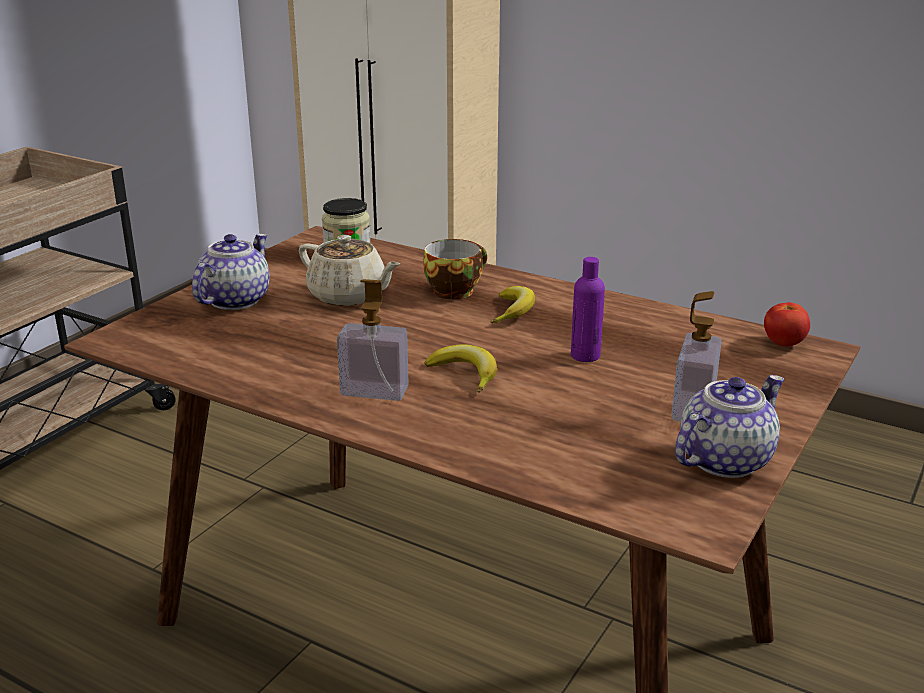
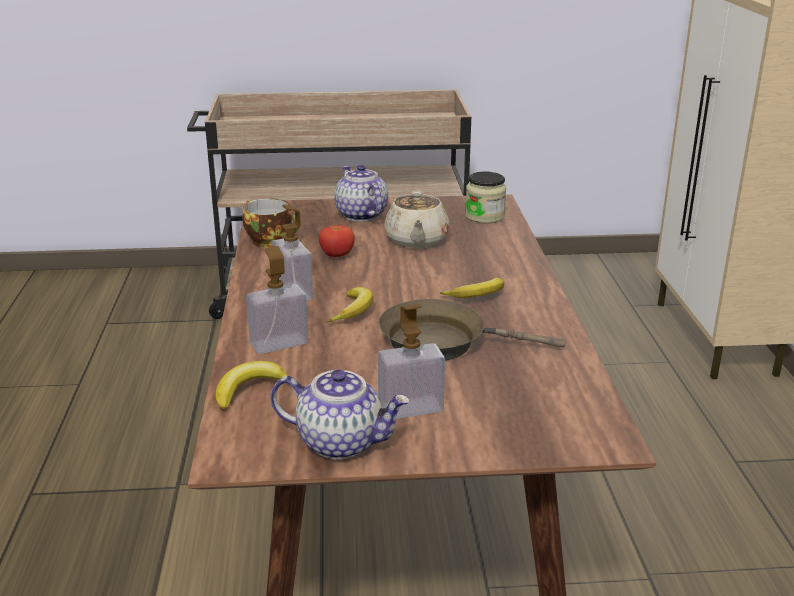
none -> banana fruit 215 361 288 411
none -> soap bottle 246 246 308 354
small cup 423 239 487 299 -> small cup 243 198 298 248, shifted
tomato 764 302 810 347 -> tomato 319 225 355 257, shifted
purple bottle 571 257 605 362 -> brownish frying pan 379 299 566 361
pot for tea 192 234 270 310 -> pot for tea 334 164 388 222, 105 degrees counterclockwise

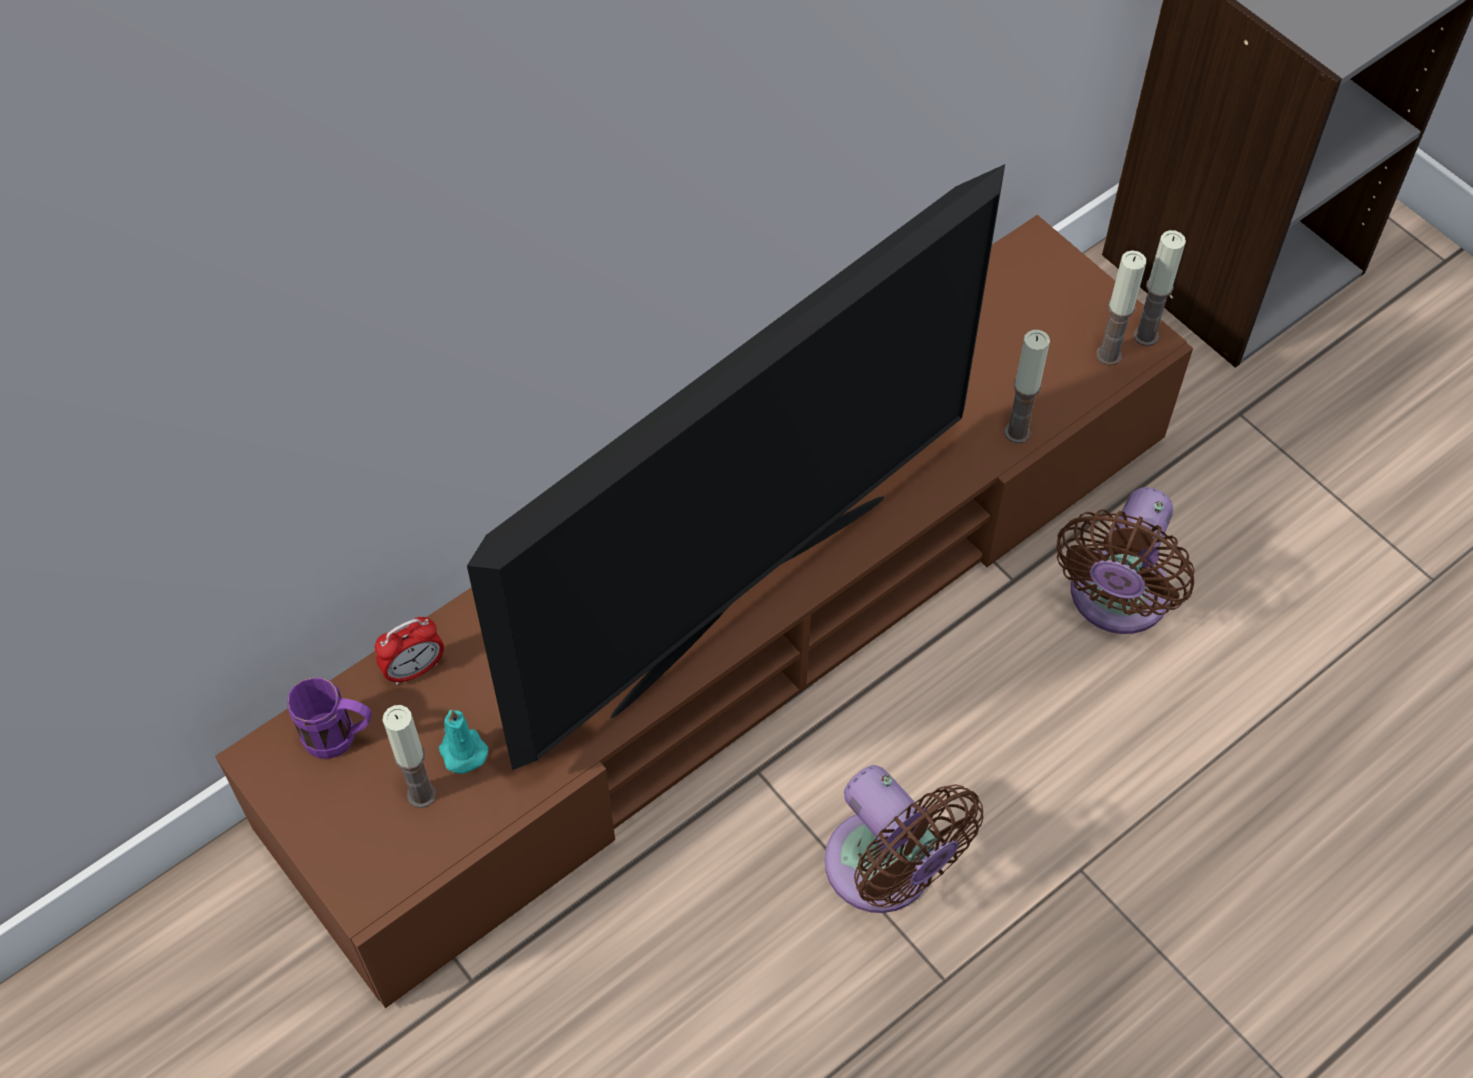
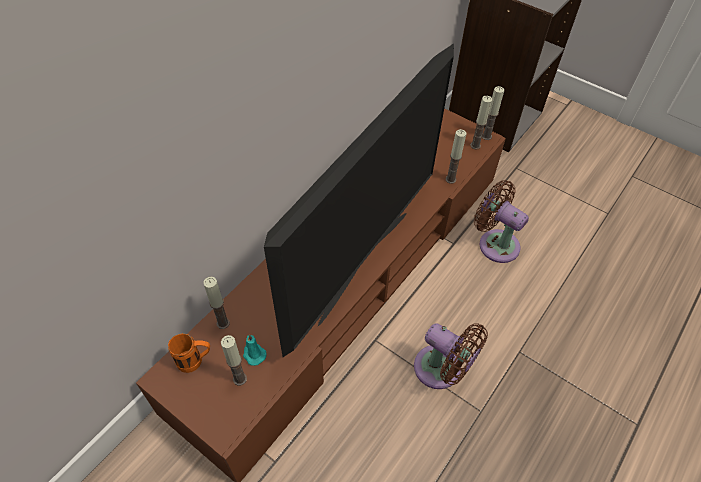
table clock 375 617 444 685 -> candle 203 277 230 329
purple mug 287 677 372 759 -> orange mug 168 333 210 373
brownish fan 1057 487 1195 634 -> brownish fan 474 180 529 263, 120 degrees clockwise

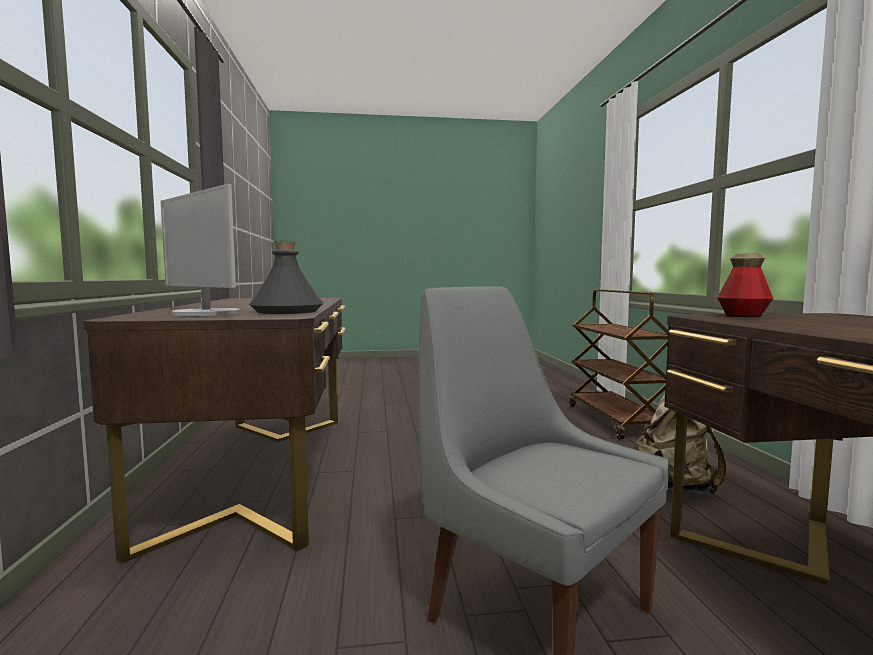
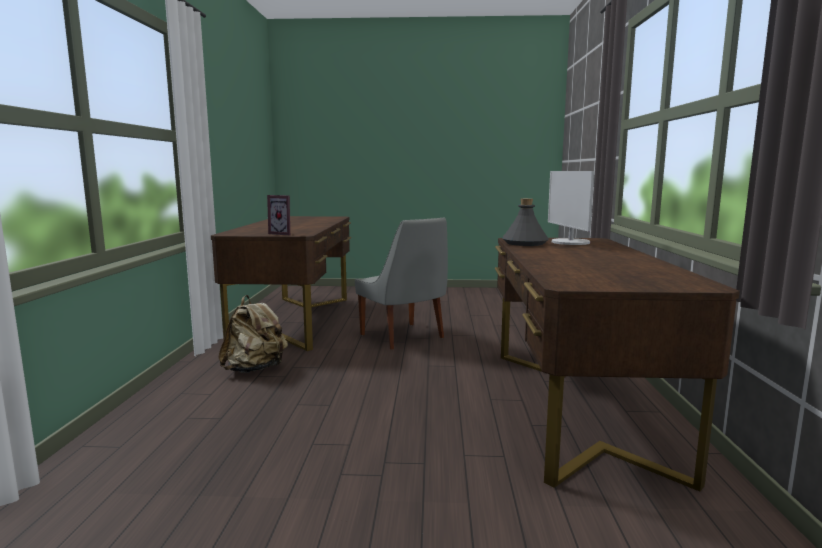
brownish trolley 569 289 668 440 -> none
bottle 717 253 773 317 -> standing frame 267 195 290 235
computer screen 161 184 240 316 -> computer screen 548 171 594 245, 150 degrees counterclockwise

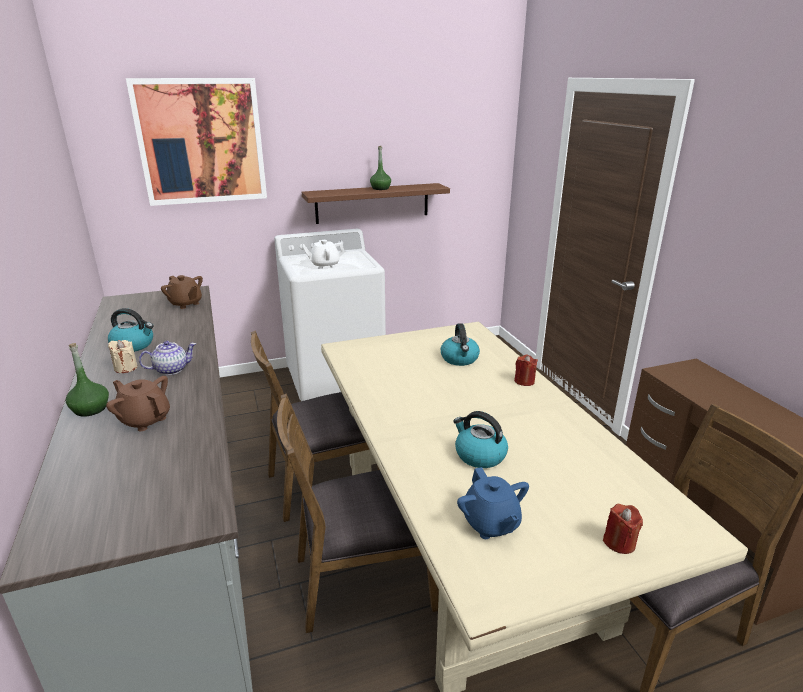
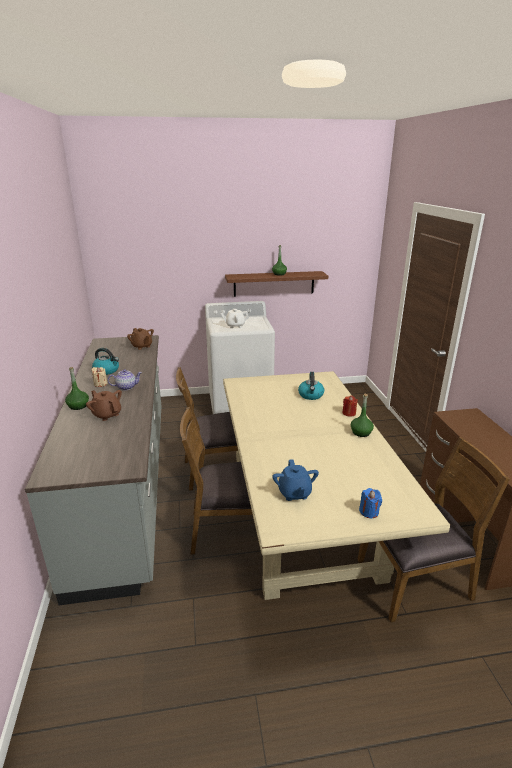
picture 126 78 267 206 -> none
water kettle 453 411 508 468 -> none
none -> green bottle 351 394 374 437
red candle 603 503 643 554 -> blue-coloured candle 359 488 382 518

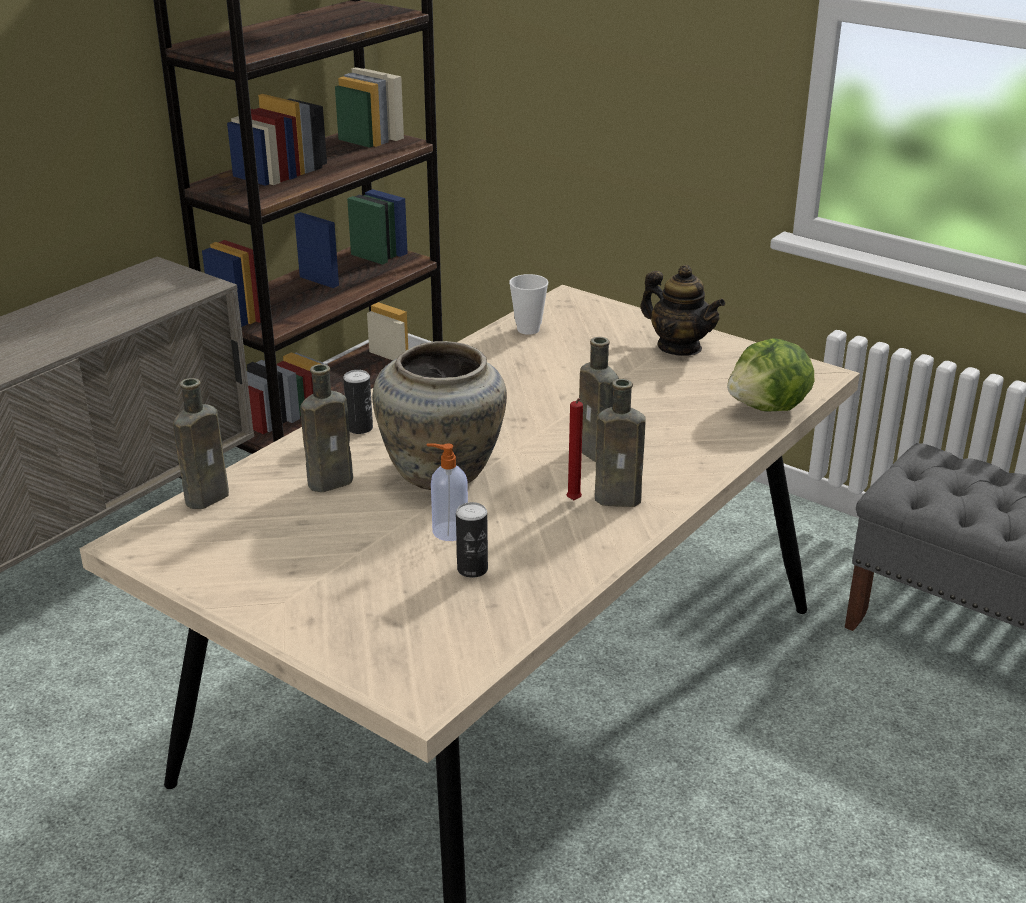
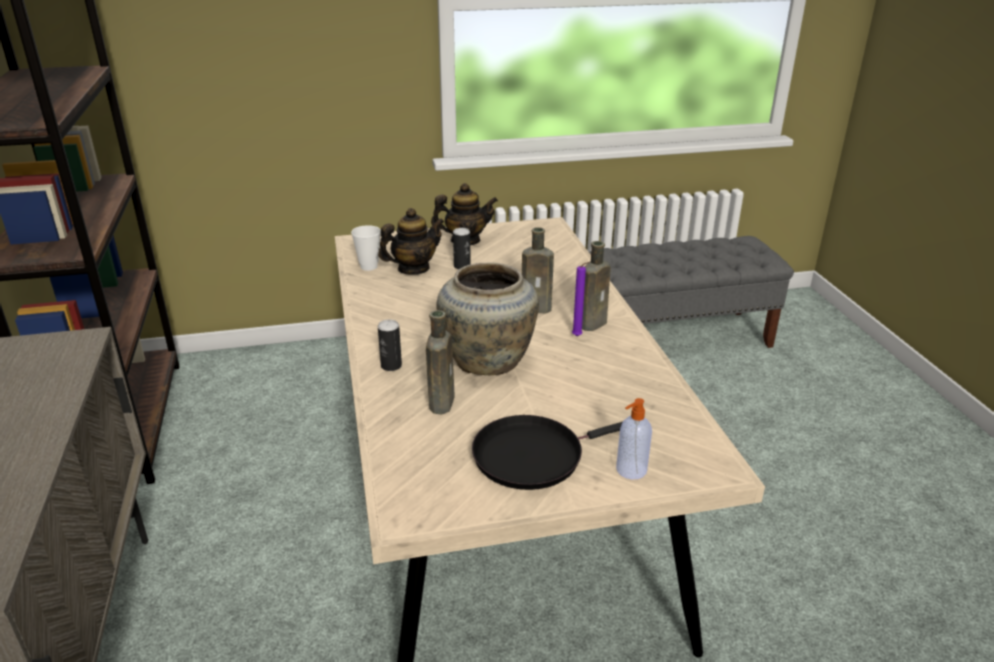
brownish bottle 173 378 229 509 -> none
lettuce head 727 338 814 412 -> none
none -> pot for tea 378 208 444 275
none -> blackish frying pan 472 415 622 490
soap bottle 427 443 468 541 -> soap bottle 616 398 652 479, shifted
can 456 502 488 578 -> can 453 228 471 269, shifted
red candle 567 398 583 500 -> purple candle 572 262 590 336

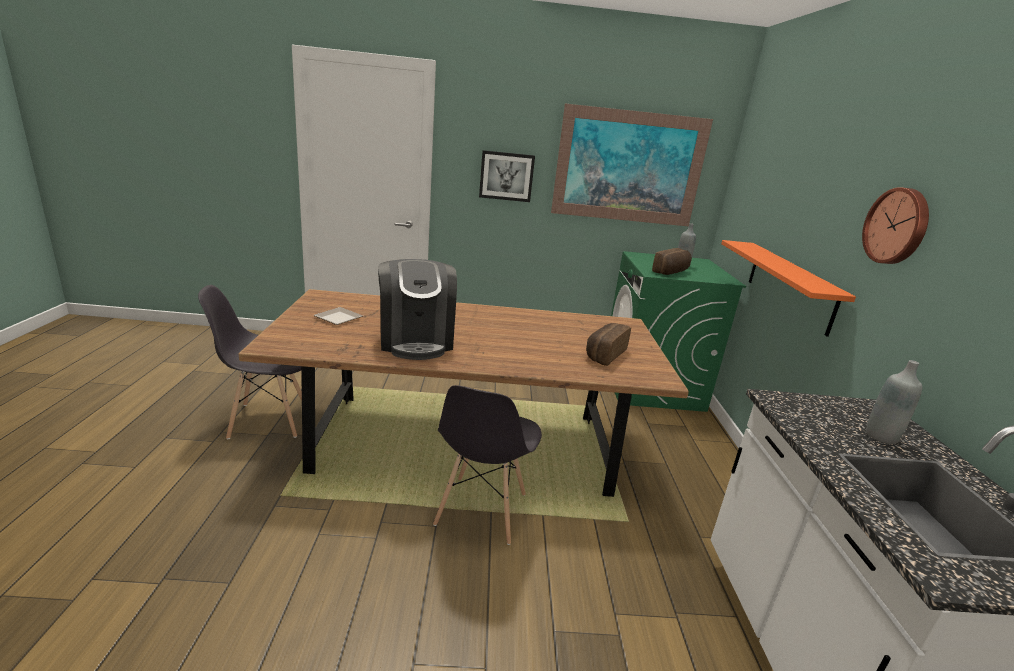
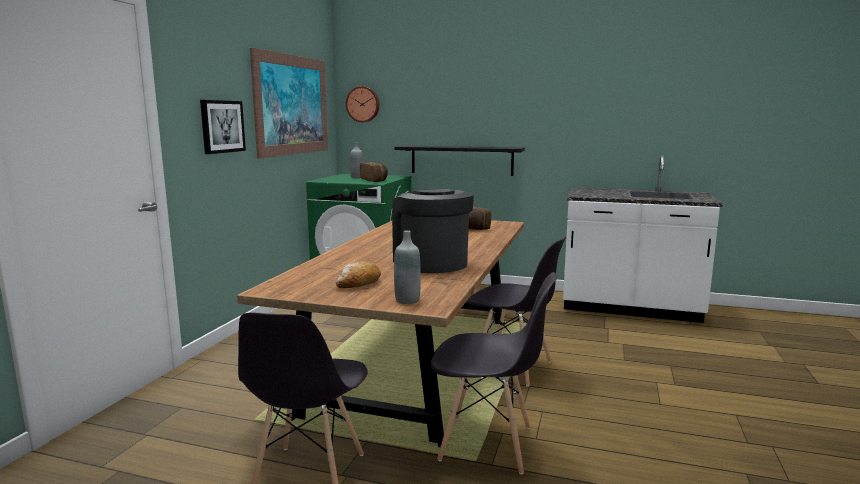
none -> grey upright chair 431 272 557 475
clock on the wall 862 187 929 264 -> clock on the wall 346 86 379 122, shifted
grey bottle 866 360 922 444 -> grey bottle 394 230 421 304, shifted
flat dish 314 307 363 325 -> baked bread 336 261 381 288
orange bracket shelf 721 240 856 337 -> blackish bracket shelf 394 145 525 176
coffee machine 378 259 457 360 -> coffee machine 392 189 474 273, 120 degrees counterclockwise

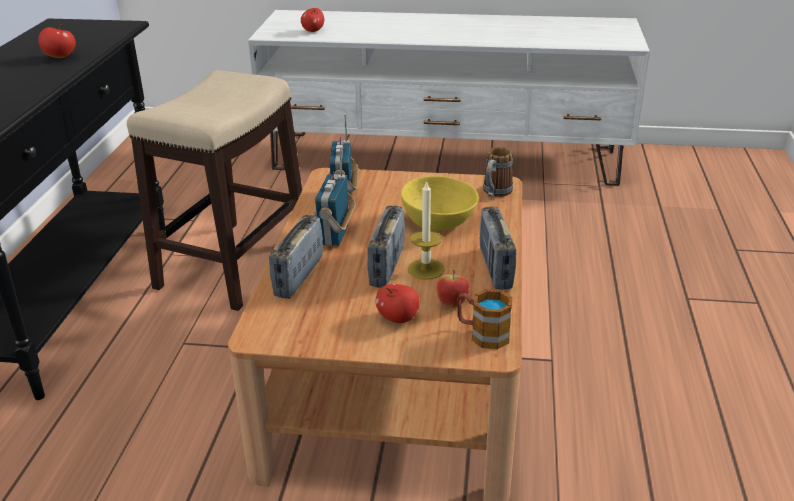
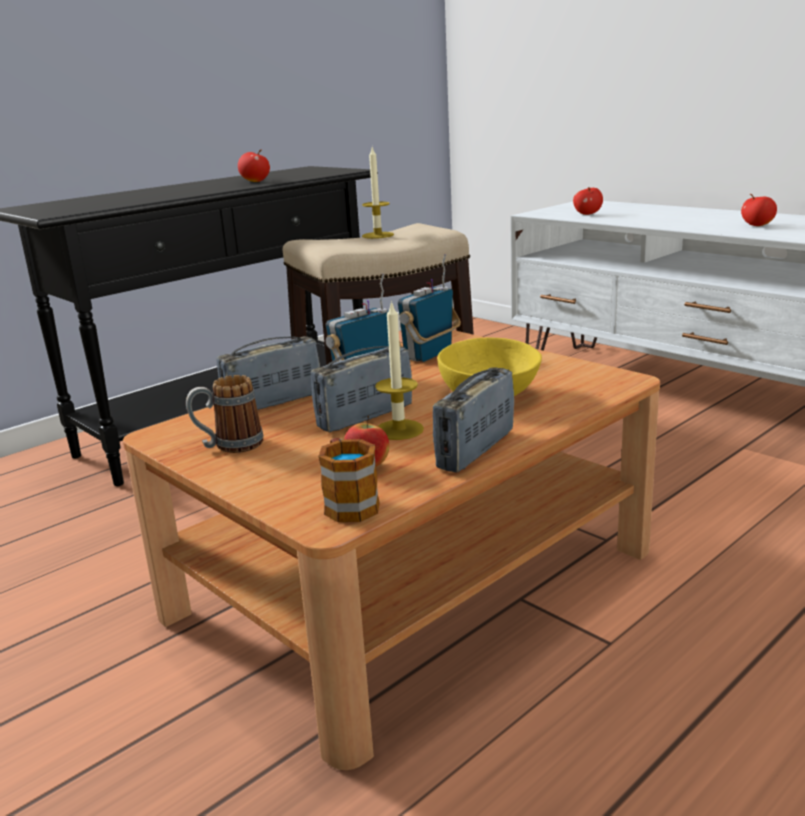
none -> candle 362 147 394 239
whole apple 376 284 420 323 -> whole apple 741 194 777 226, shifted
mug 483 147 513 197 -> mug 186 375 263 453, shifted

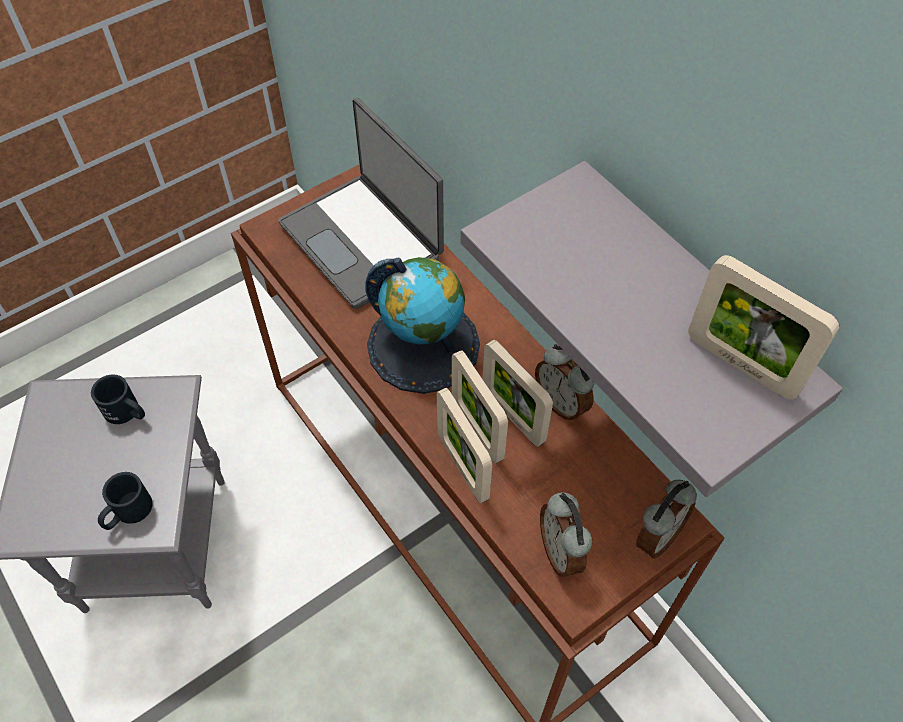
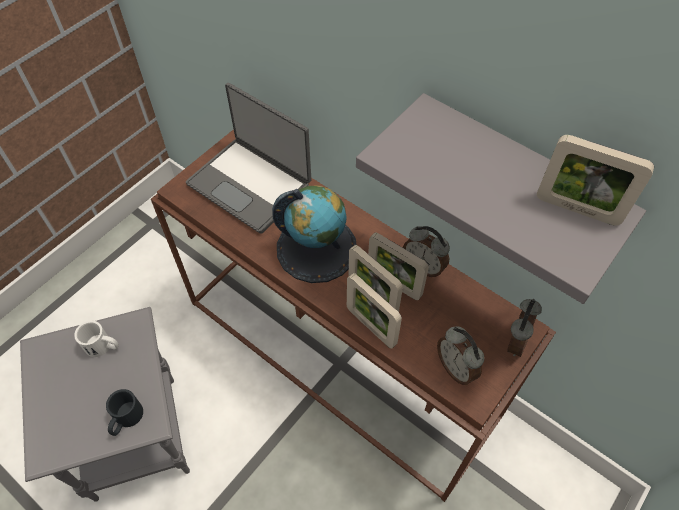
blackish mug 91 374 145 424 -> whitish mug 74 321 119 357

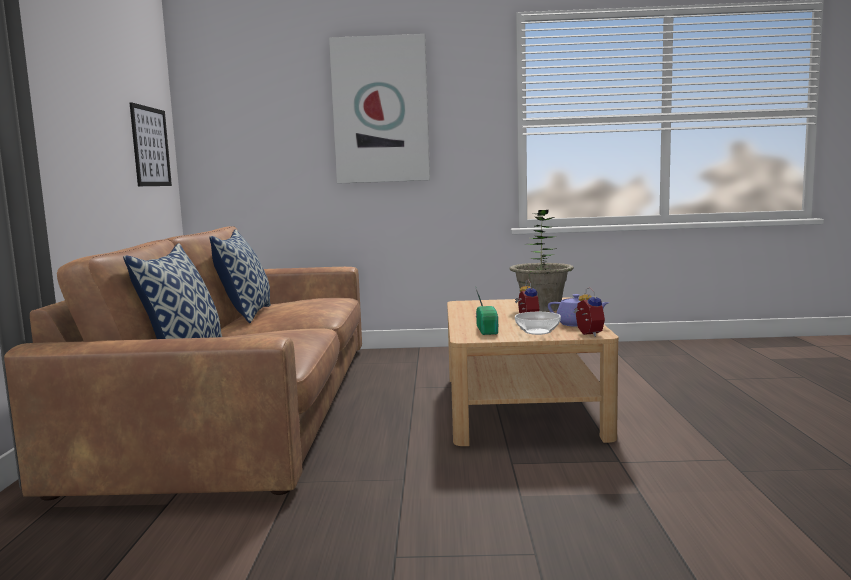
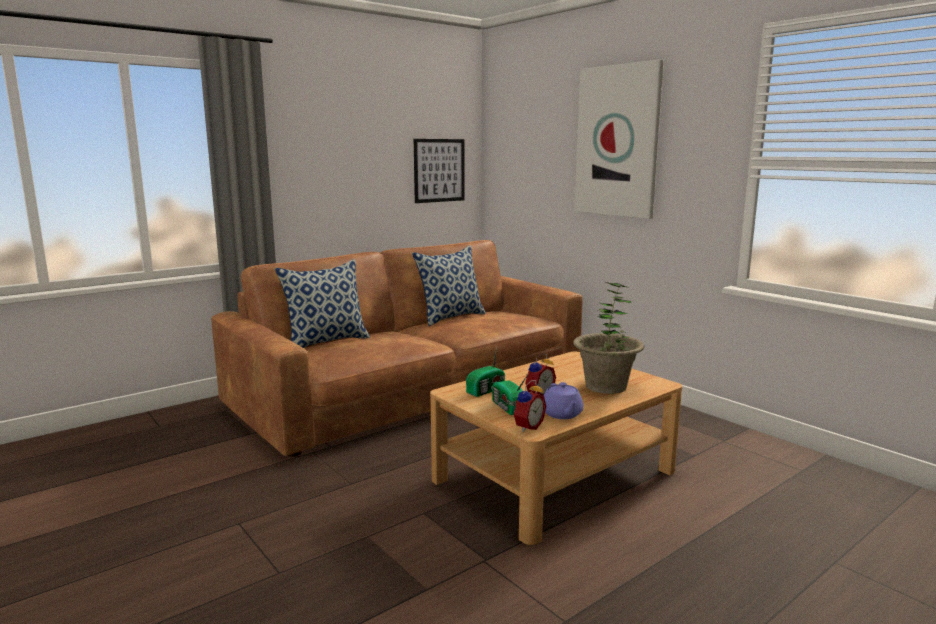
deep dish 515 312 561 335 -> radio 492 373 529 415

